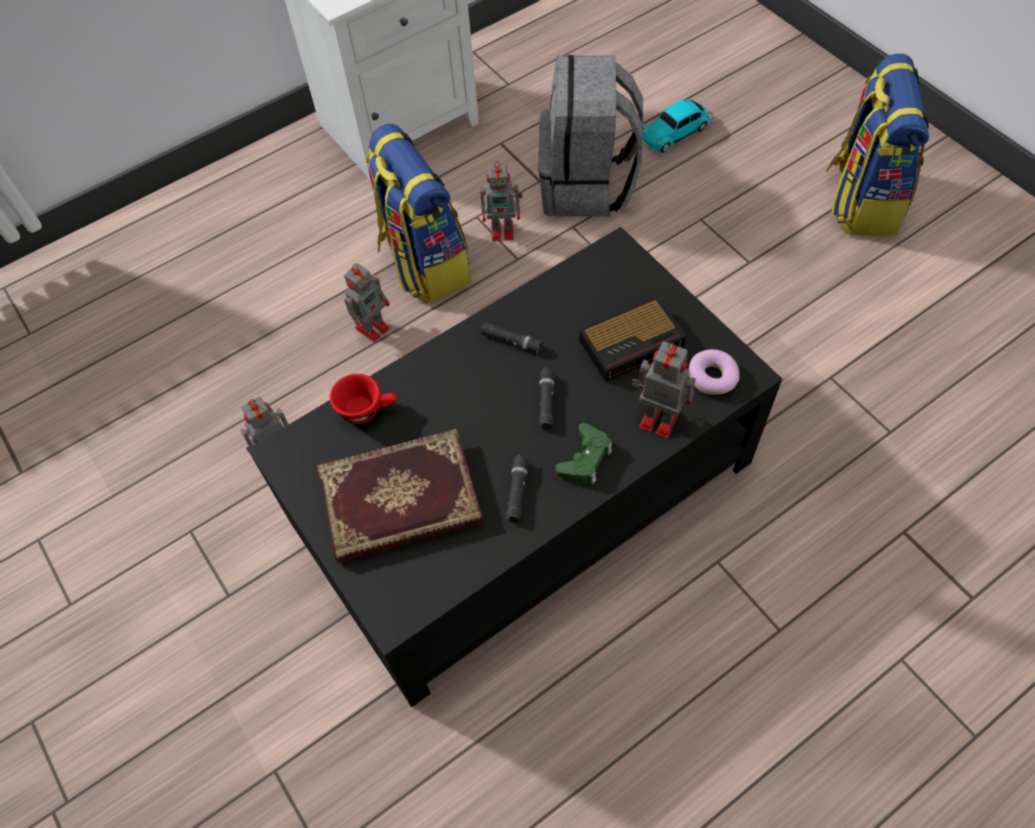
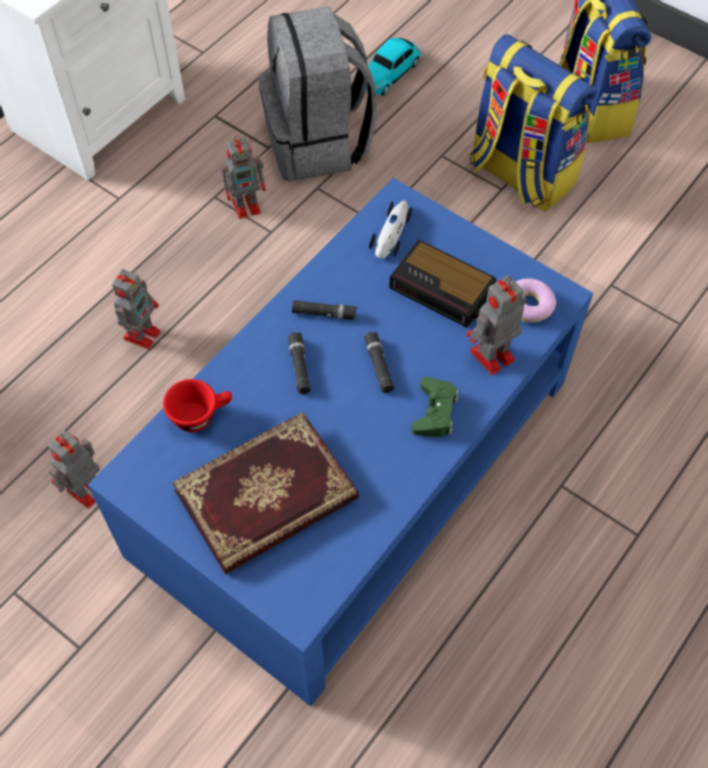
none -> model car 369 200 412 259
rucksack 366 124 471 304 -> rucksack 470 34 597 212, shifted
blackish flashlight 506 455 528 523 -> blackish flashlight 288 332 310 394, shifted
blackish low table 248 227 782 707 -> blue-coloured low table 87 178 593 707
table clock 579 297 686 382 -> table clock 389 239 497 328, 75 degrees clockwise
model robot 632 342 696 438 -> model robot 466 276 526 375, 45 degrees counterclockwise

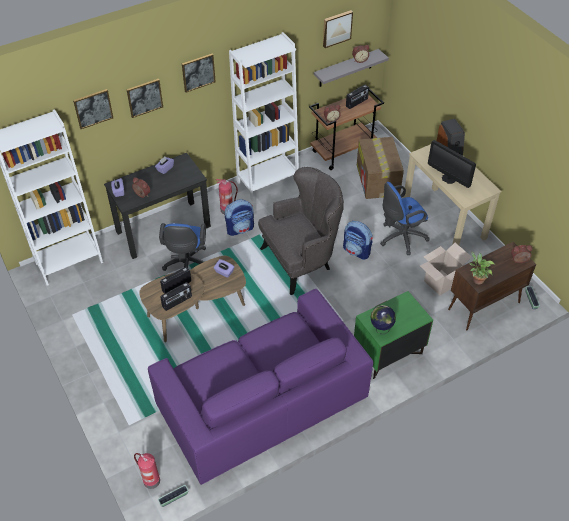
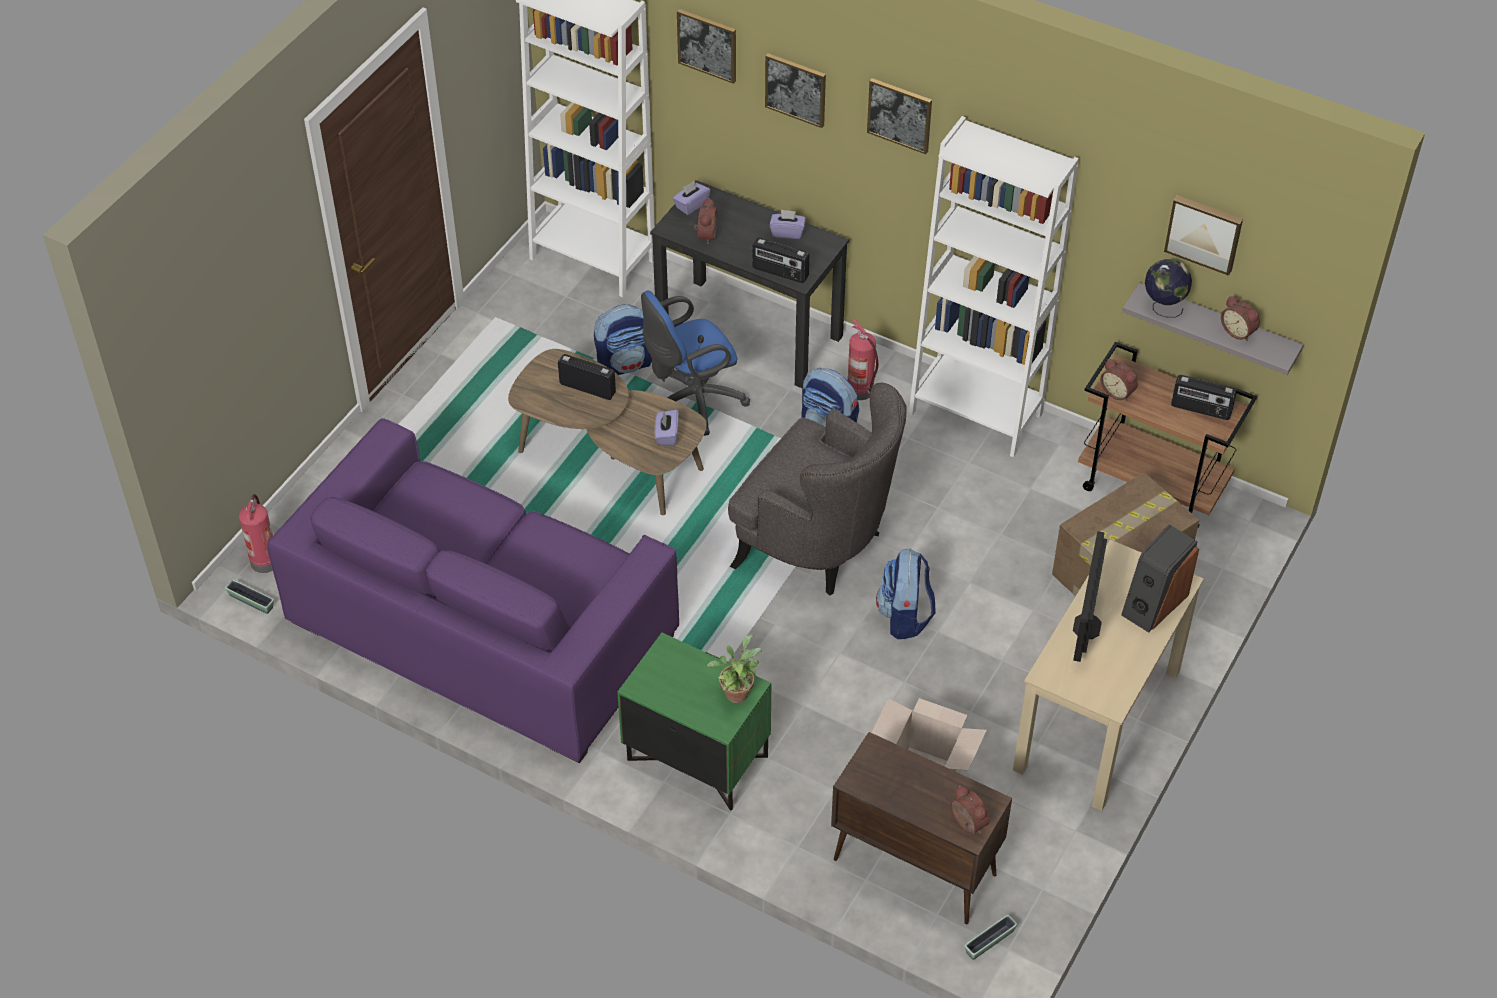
blue-coloured computer chair 380 182 430 255 -> none
none -> rucksack 594 304 652 375
radio 160 282 192 311 -> radio 752 237 809 283, shifted
world globe 371 305 396 334 -> world globe 1145 259 1192 318, shifted
plant in a pot 469 252 495 284 -> plant in a pot 707 634 762 703, shifted

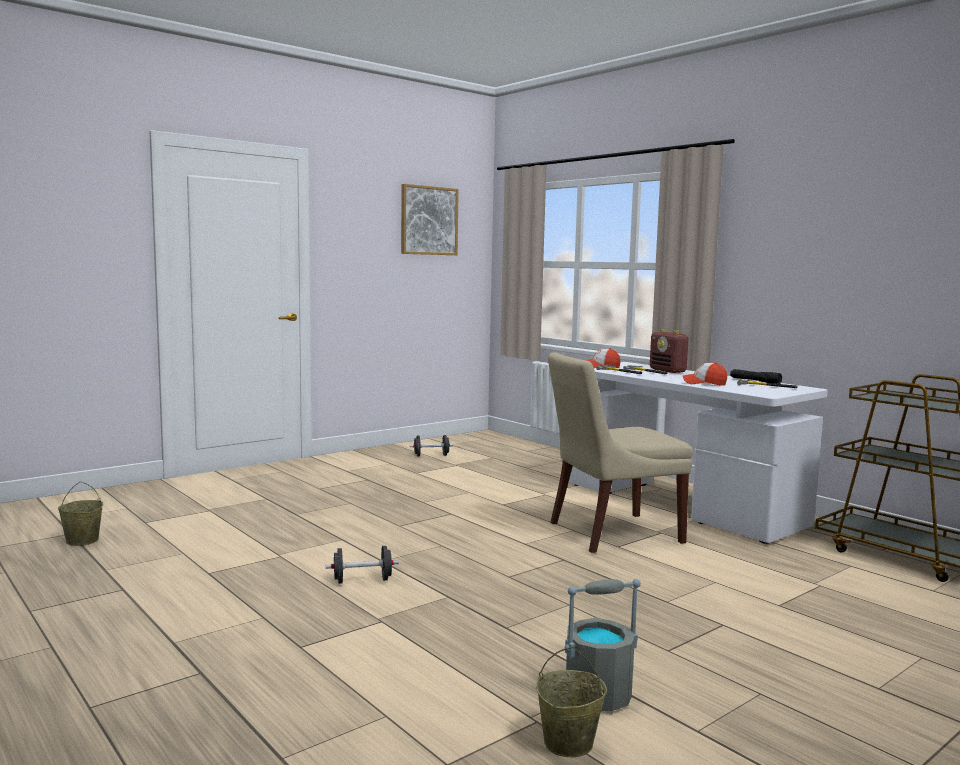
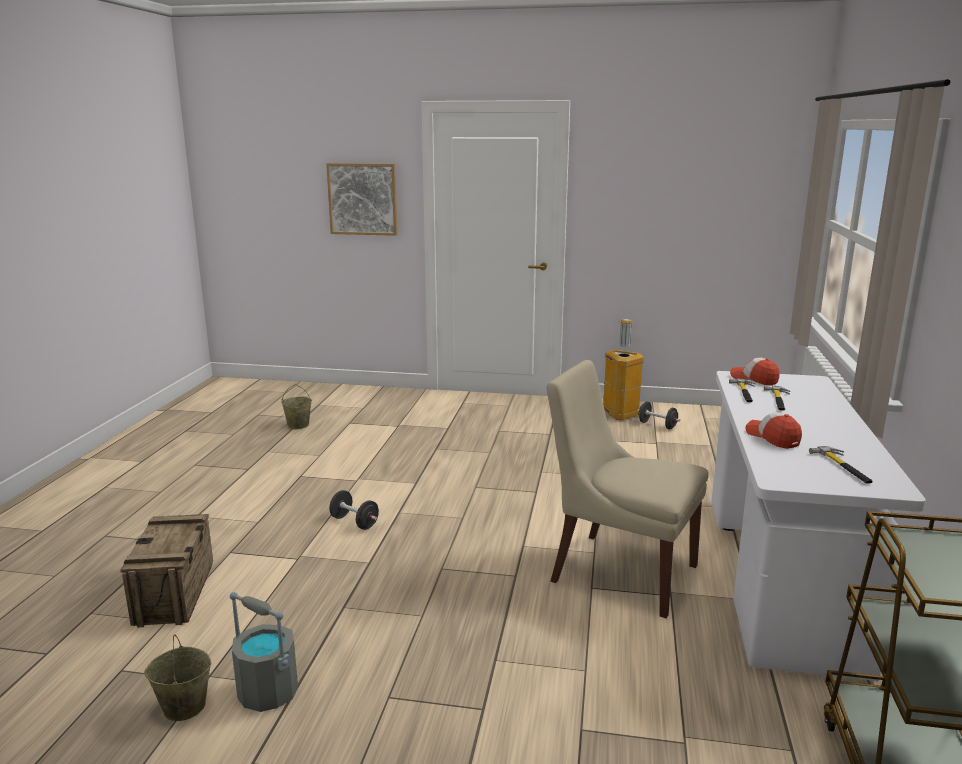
radio 650 329 690 373 -> none
blackish flashlight 730 369 782 384 -> none
none -> crate 120 514 213 628
none -> waste bin 603 319 644 421
picture 401 184 459 255 -> picture 326 163 398 236, shifted

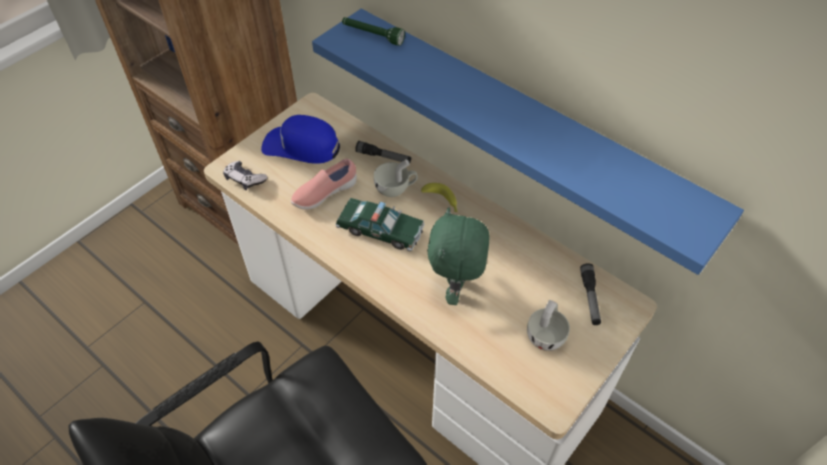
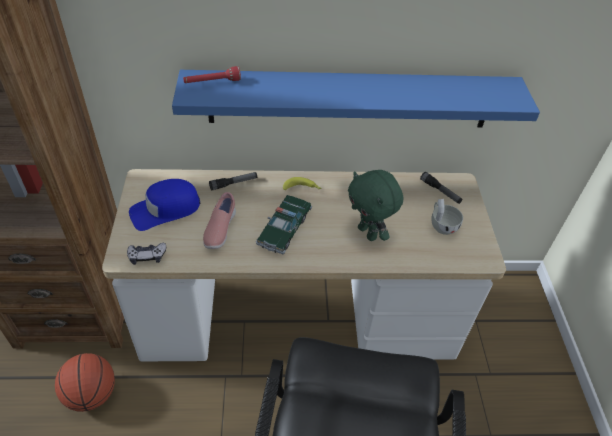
whitish small cup 374 159 418 197 -> none
none -> ball for basketball 55 353 115 412
green flashlight 342 17 405 46 -> red flashlight 183 66 241 83
model car 335 198 425 251 -> model car 256 195 312 254, 135 degrees clockwise

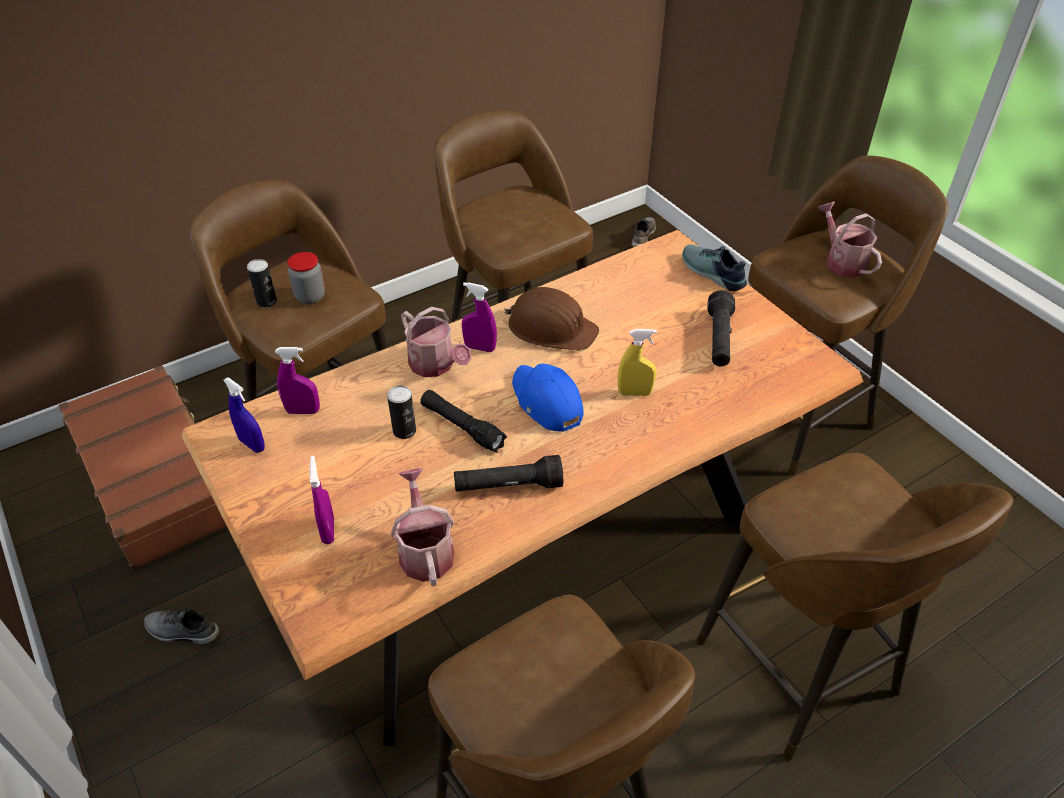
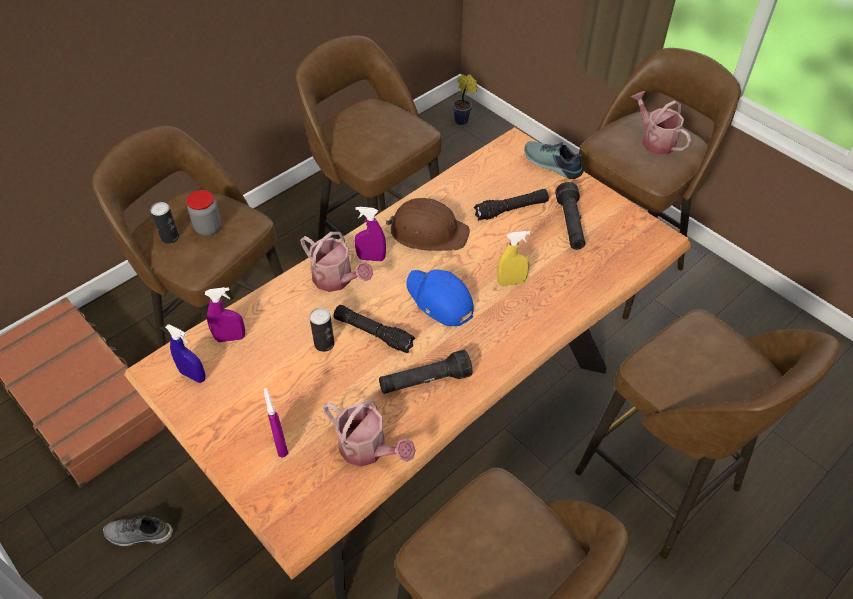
none -> blackish flashlight 474 189 549 221
grey low shoe 632 217 656 247 -> plant in a pot 452 74 478 125
watering can 391 468 454 586 -> watering can 323 399 416 467, 150 degrees clockwise

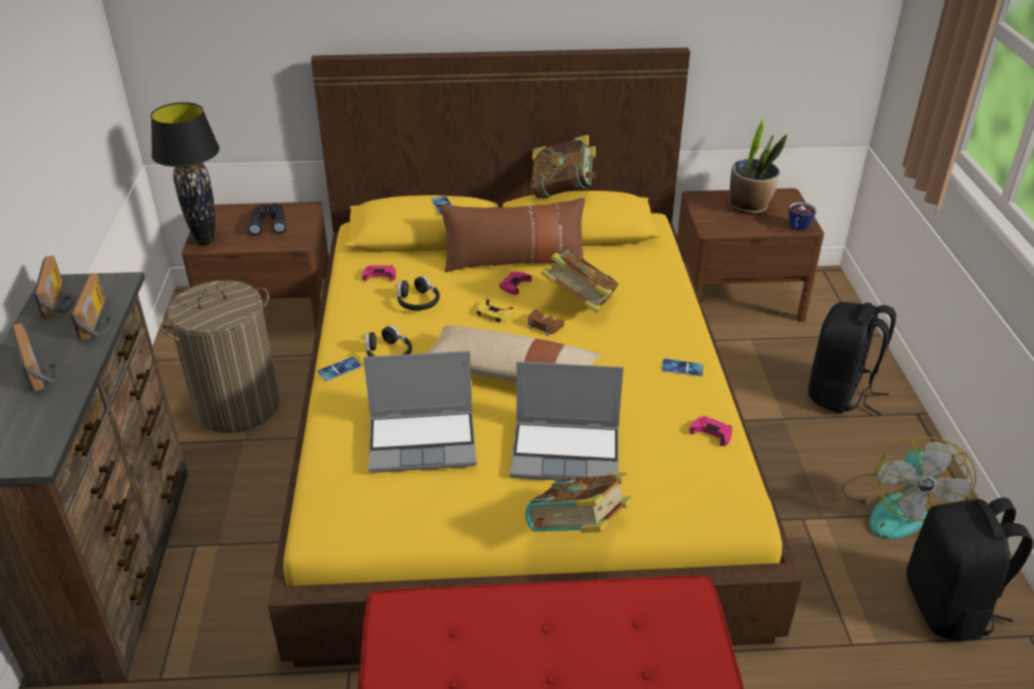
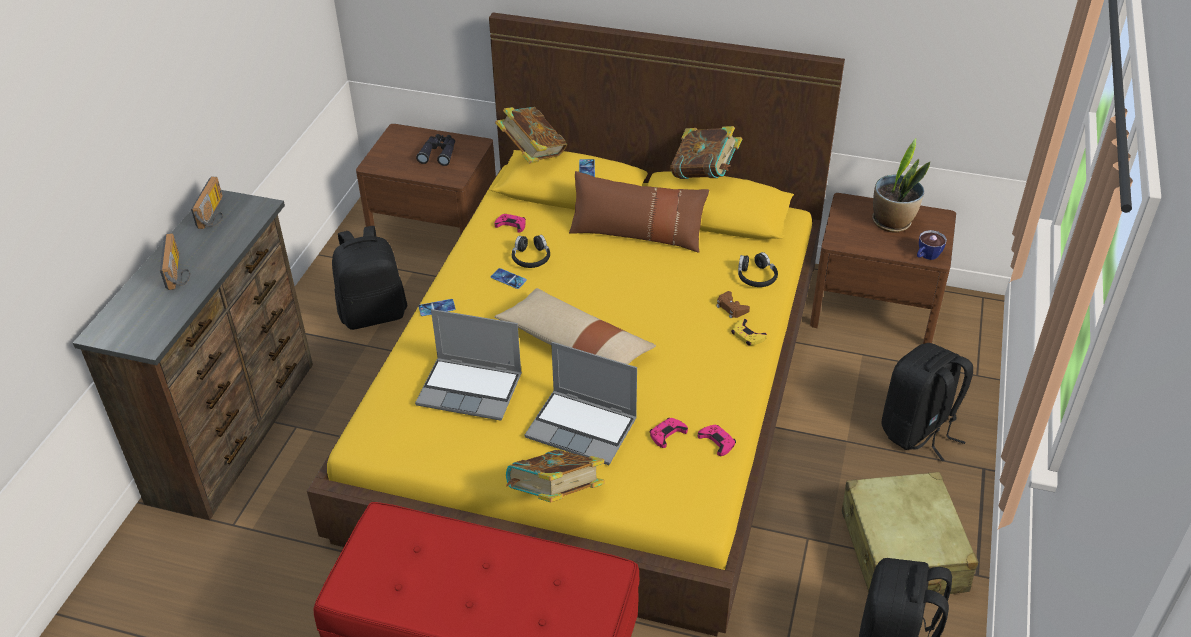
radio 71 274 112 340 -> none
blackish lamp for a table 151 102 220 245 -> none
blackish headphones 365 325 412 357 -> blackish headphones 738 252 778 287, shifted
yellow-coloured gamepad 477 299 514 322 -> yellow-coloured gamepad 731 319 767 346, shifted
pinkish gamepad 500 272 532 295 -> pinkish gamepad 650 418 688 448, shifted
brownish gamepad 528 310 564 336 -> brownish gamepad 717 291 750 318, shifted
book 541 249 619 313 -> book 495 107 567 164, shifted
telephone 662 359 704 376 -> telephone 490 268 527 289, shifted
laundry basket 160 280 280 433 -> blackish rucksack 332 226 407 330
fan 841 437 976 539 -> beige travel case 842 472 978 595

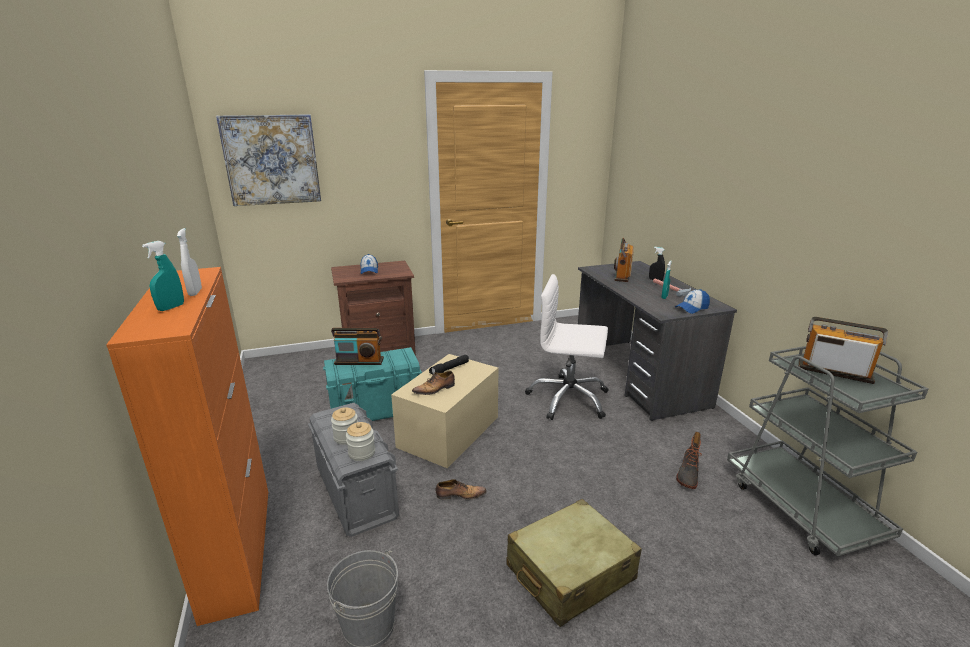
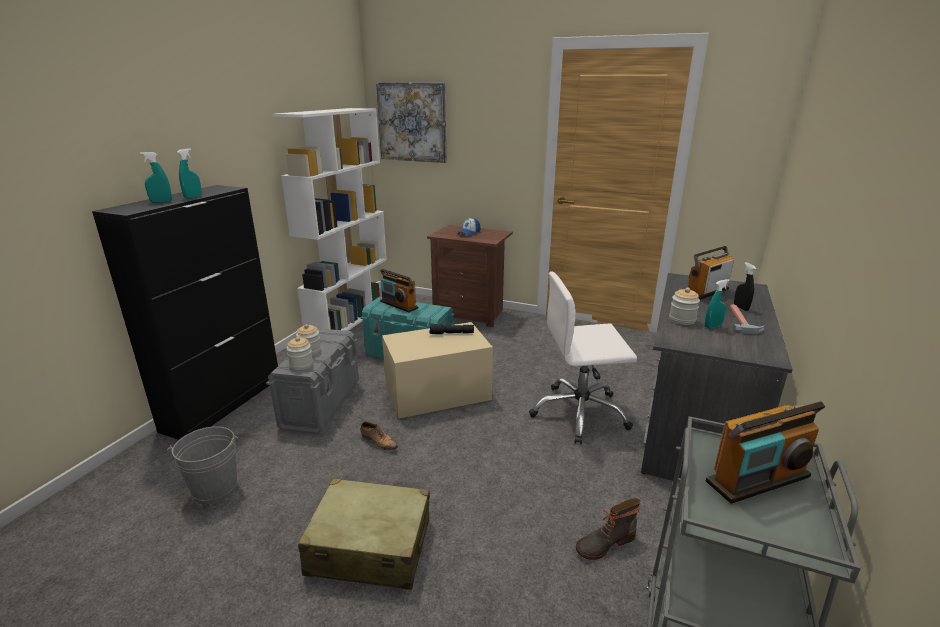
low shoe 412 371 455 395 -> none
peaked cap 675 289 710 314 -> none
none -> whitish shelving unit 272 108 387 331
none -> preserve jar 669 288 700 325
orange cabinet 106 267 268 626 -> blackish cabinet 92 185 278 440
whitish hand sprayer 177 228 202 296 -> blue-green hand sprayer 177 149 202 199
whitish computer chair 525 274 609 420 -> whitish computer chair 529 271 637 444, 60 degrees counterclockwise
radio 799 317 888 384 -> radio 706 401 825 504, 90 degrees clockwise

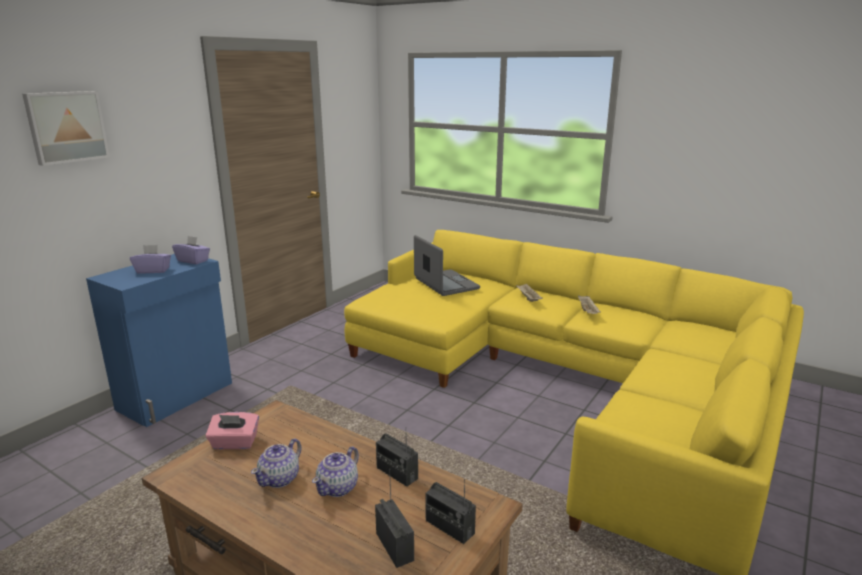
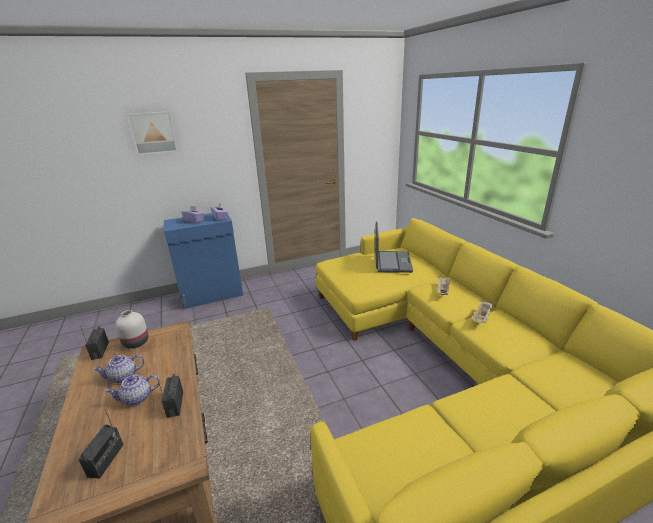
radio 426 479 476 544 -> radio 80 326 109 360, shifted
pinkish tissue holder 206 412 259 450 -> whitish vase 115 310 149 349

